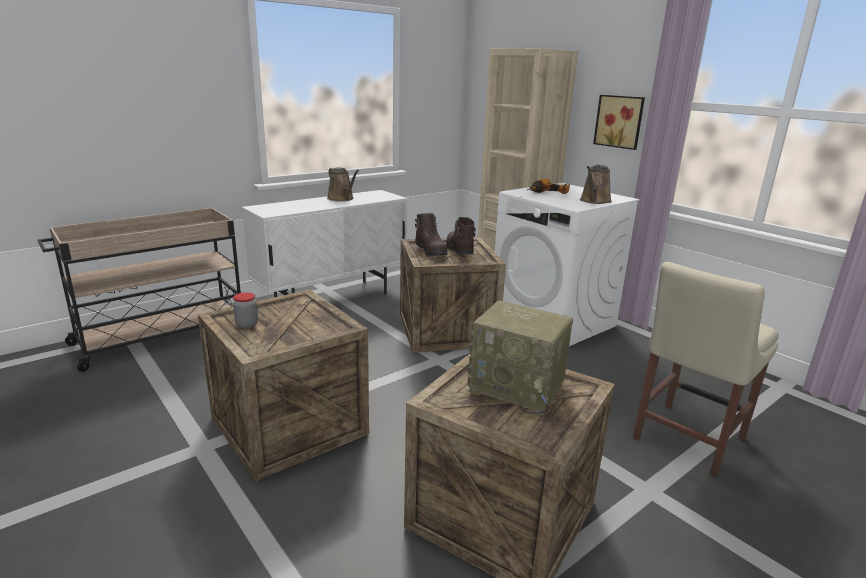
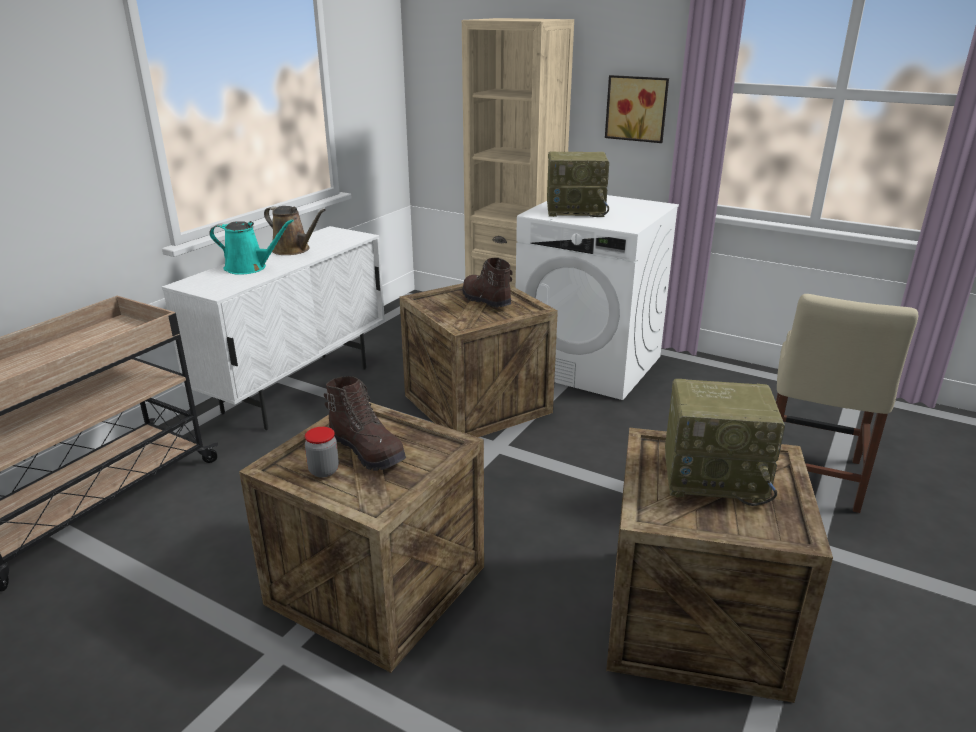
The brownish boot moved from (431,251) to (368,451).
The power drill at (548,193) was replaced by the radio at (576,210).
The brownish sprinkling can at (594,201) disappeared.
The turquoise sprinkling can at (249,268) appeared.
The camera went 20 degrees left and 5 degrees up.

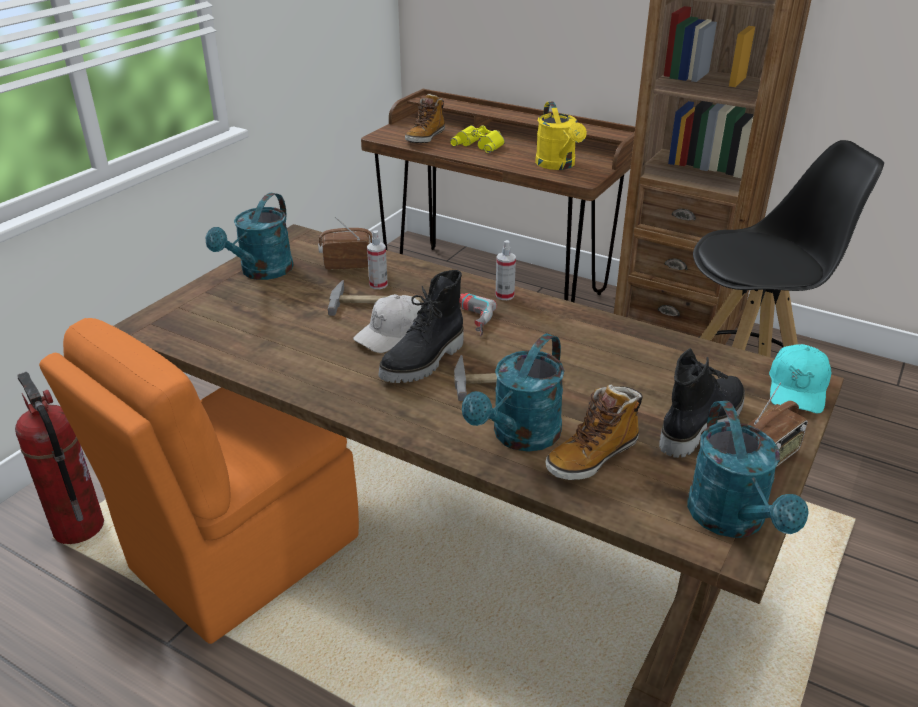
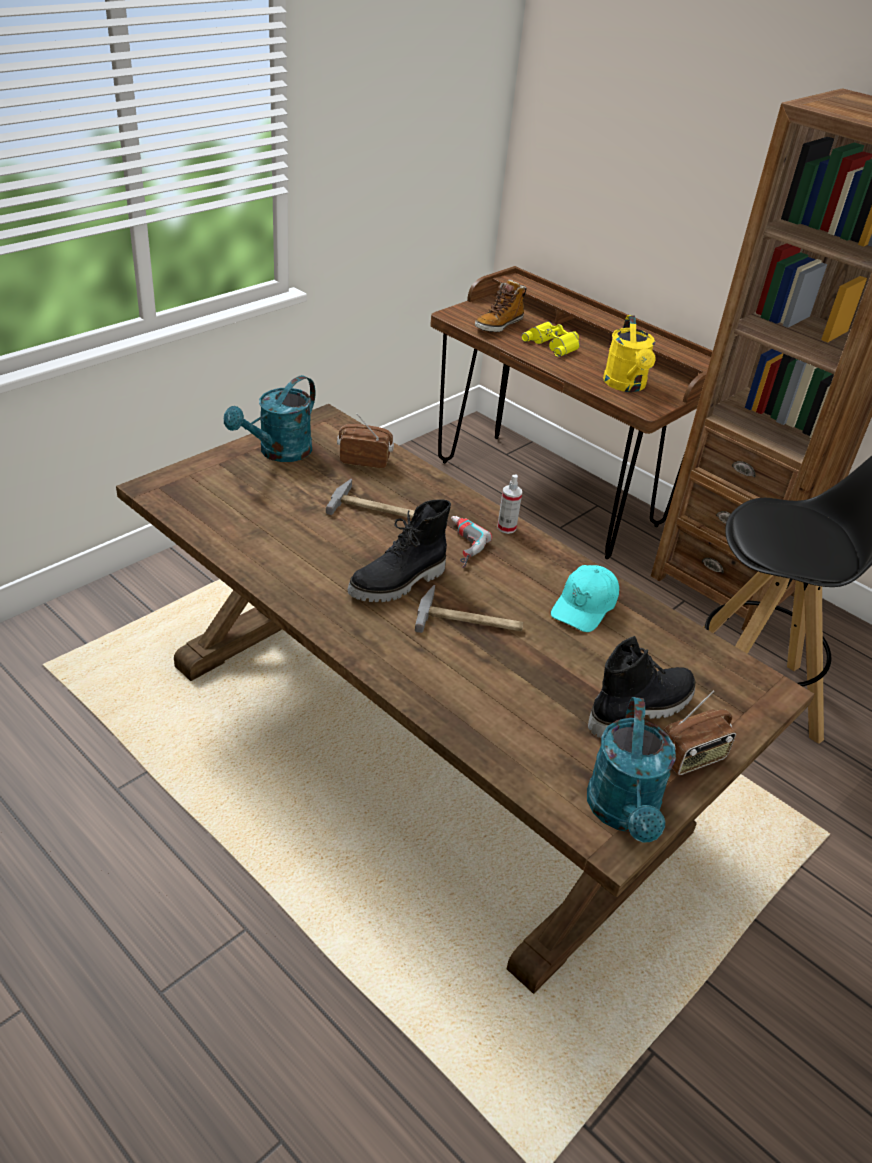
The extinguisher at (79,528) disappeared.
The orange chair at (240,555) disappeared.
The white peaked cap at (391,333) disappeared.
The spray bottle at (378,285) disappeared.
The turquoise sprinkling can at (520,437) disappeared.
The boot at (592,457) disappeared.
The turquoise peaked cap moved from (797,389) to (584,606).
The camera went 10 degrees right and 5 degrees up.

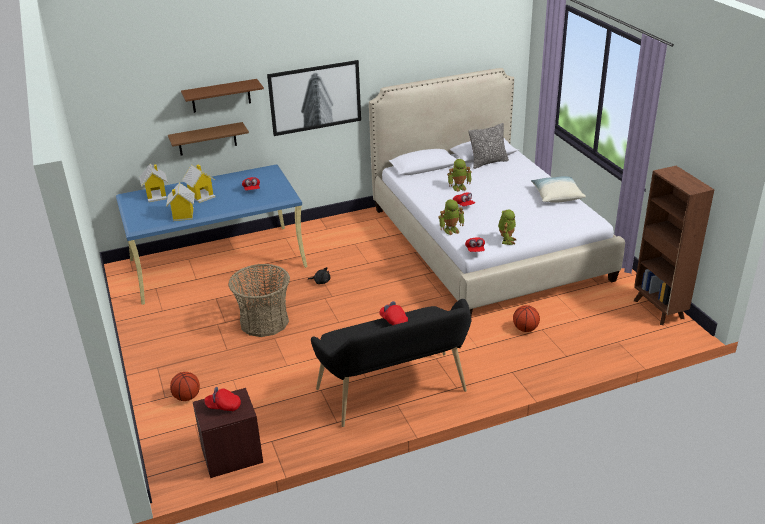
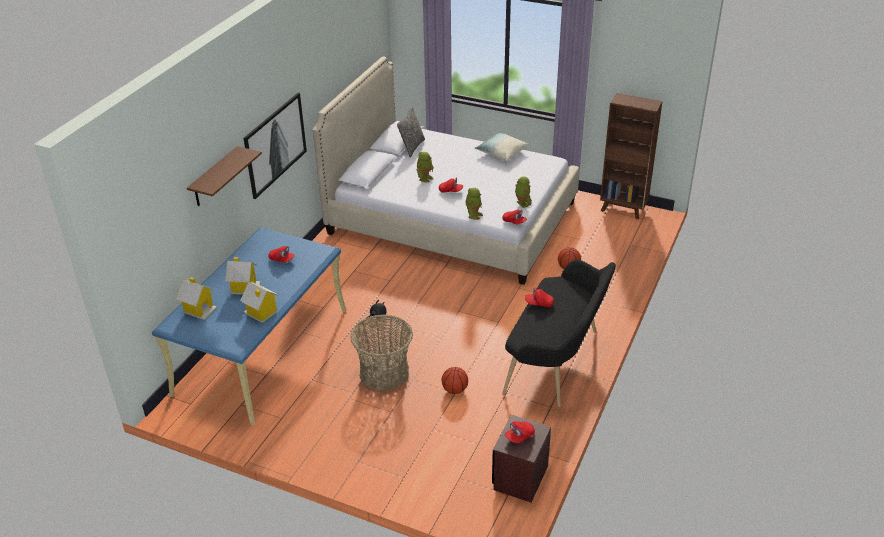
The brownish wall shelf at (207,139) disappeared.
The basketball moved from (187,397) to (455,390).
The camera went 45 degrees left and 5 degrees up.

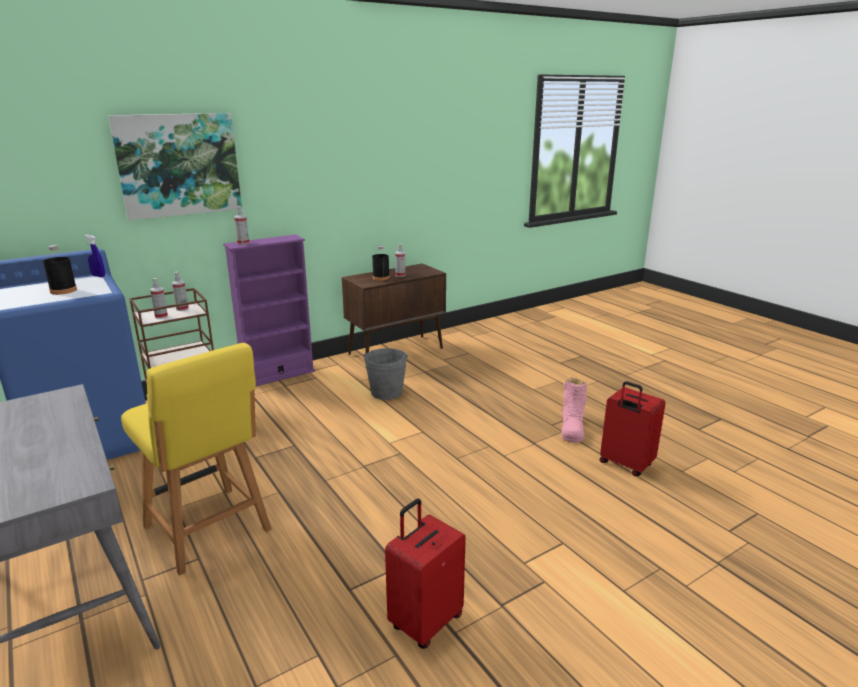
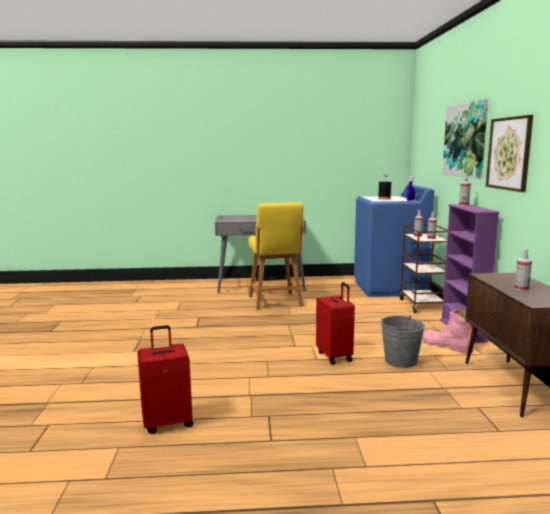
The yellowish chair at (209,530) turned 90 degrees counterclockwise.
The black-coloured bottle at (381,278) disappeared.
The reddish travel case moved from (425,621) to (335,356).
The pinkish boot moved from (572,428) to (447,346).
The wall picture at (509,153) appeared.
The camera went 120 degrees right and 10 degrees down.

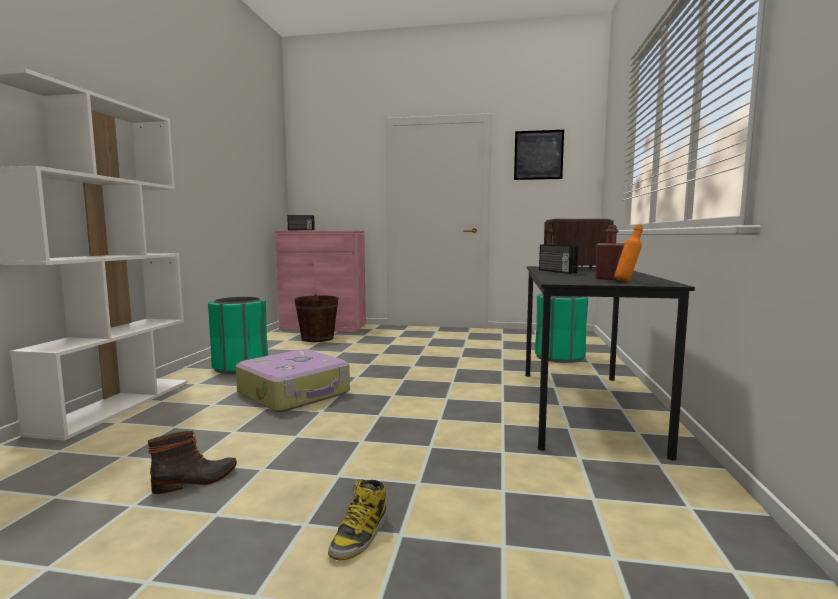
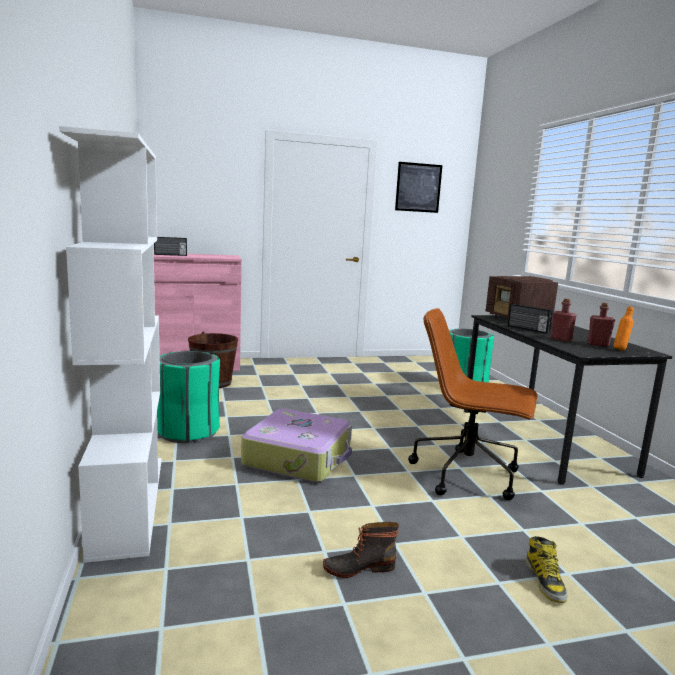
The boot at (196,480) turned 135 degrees counterclockwise.
The brownish desk chair at (467,475) appeared.
The reddish bottle at (560,339) appeared.
The camera went 25 degrees left and 5 degrees up.

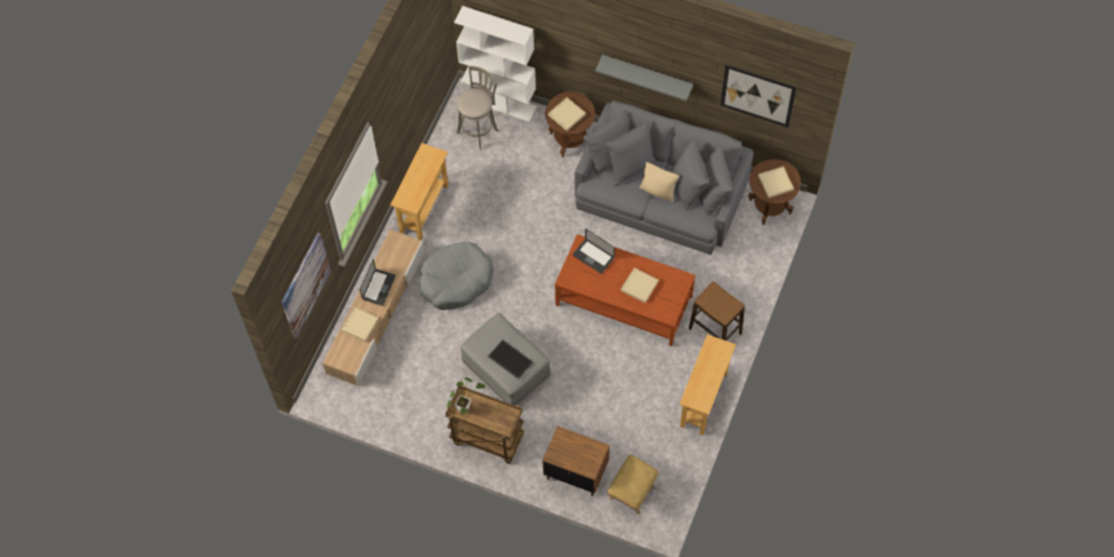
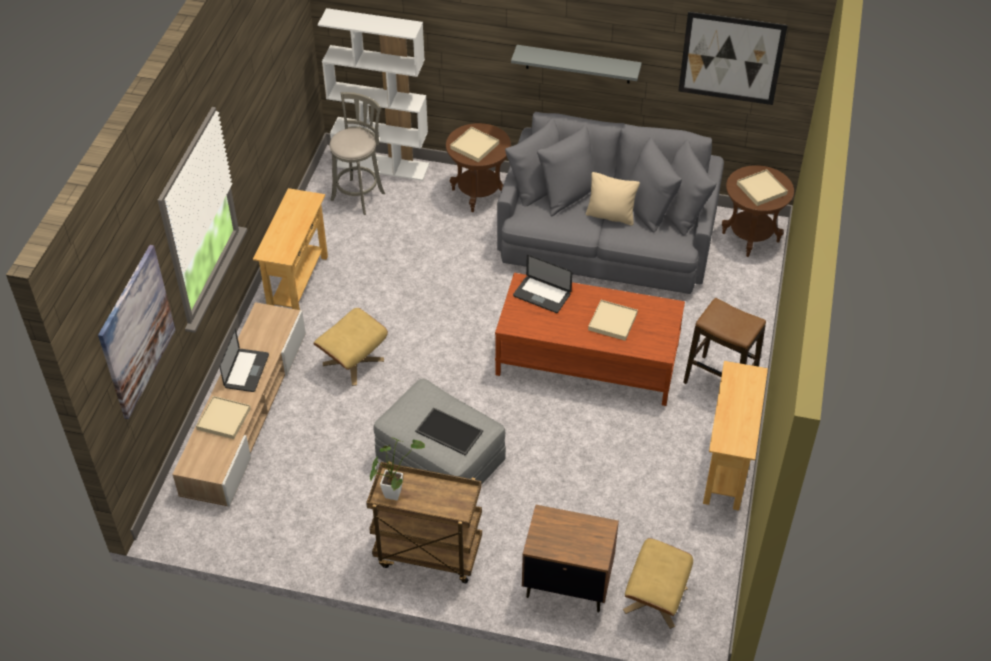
The greyish dog bed at (456,280) was replaced by the beige-coloured ottoman at (353,361).
The camera went 10 degrees left and 15 degrees down.

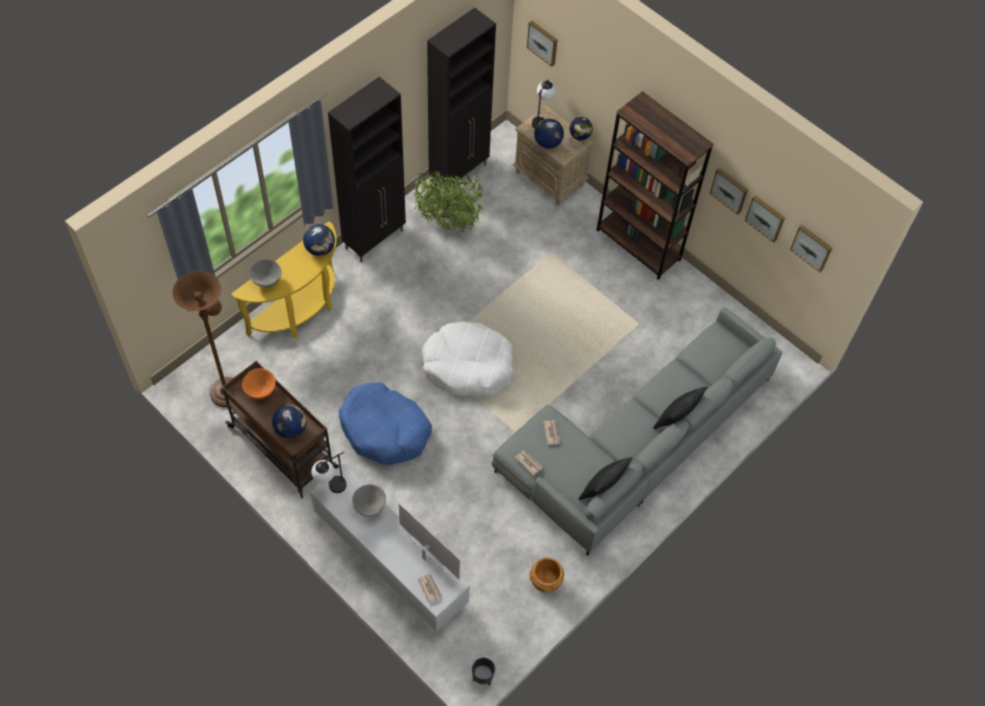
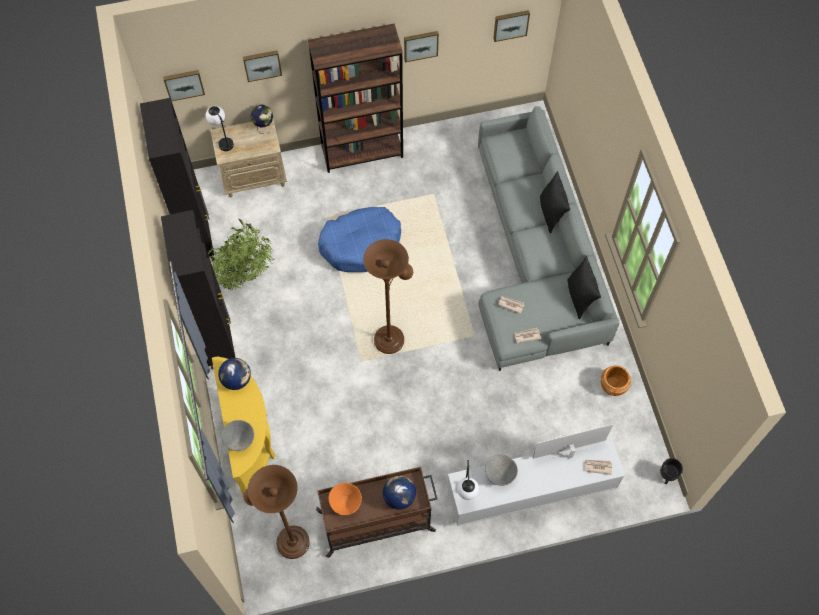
The bluish dog bed moved from (384,430) to (361,244).
The white dog bed at (468,366) was replaced by the brownish floor lamp at (391,336).
The globe at (547,143) disappeared.
The wall picture moved from (766,217) to (262,64).
The camera went 55 degrees left and 5 degrees up.

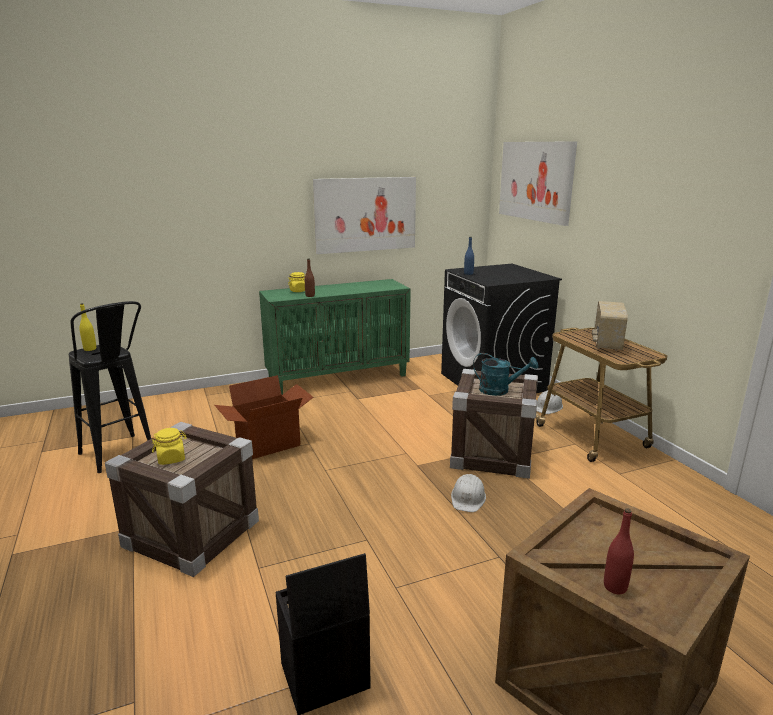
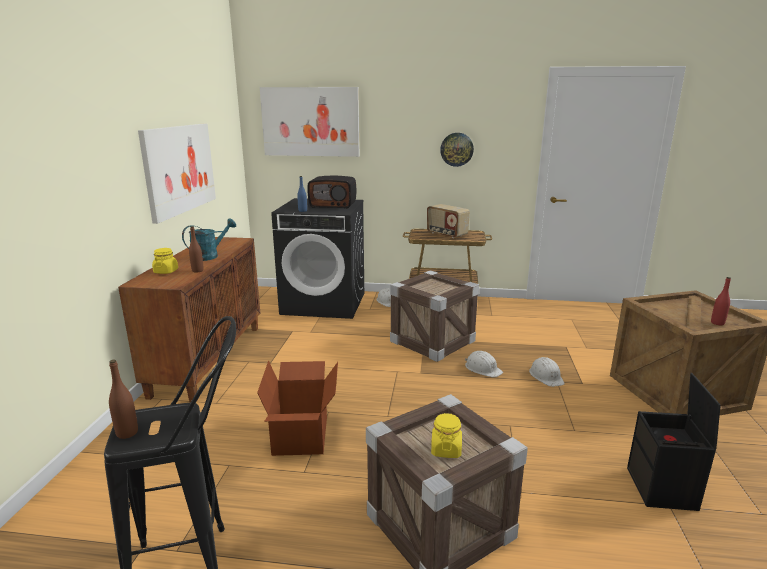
The yellowish bottle at (90,349) became the brownish bottle at (127,433).
The green cabinet at (338,378) became the brownish cabinet at (208,359).
The turquoise sprinkling can moved from (500,390) to (209,256).
The radio at (333,205) appeared.
The clock on the wall at (456,149) appeared.
The white hard hat at (546,376) appeared.
The camera went 60 degrees left and 0 degrees up.

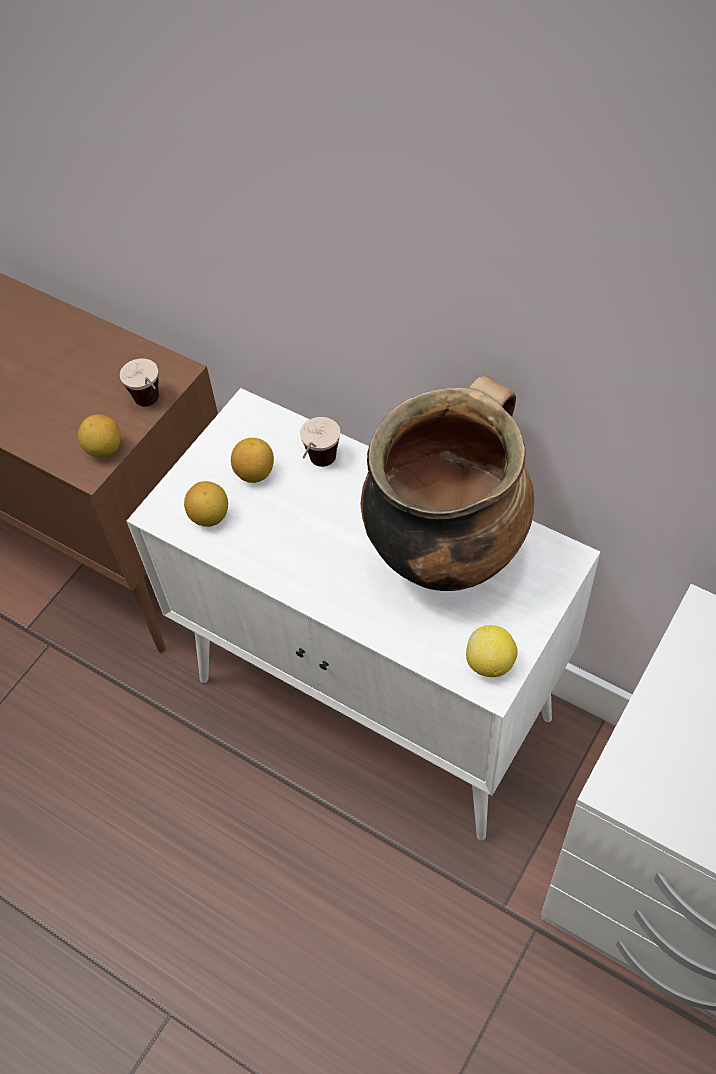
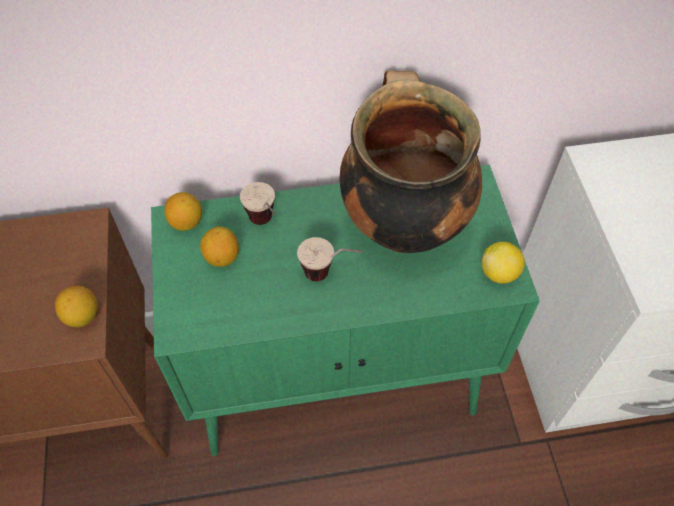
The cup moved from (153,407) to (330,275).
The white cabinet at (376,700) became the green cabinet at (339,380).
The citrus fruit moved from (210,516) to (186,222).
The camera went 45 degrees left and 0 degrees up.

